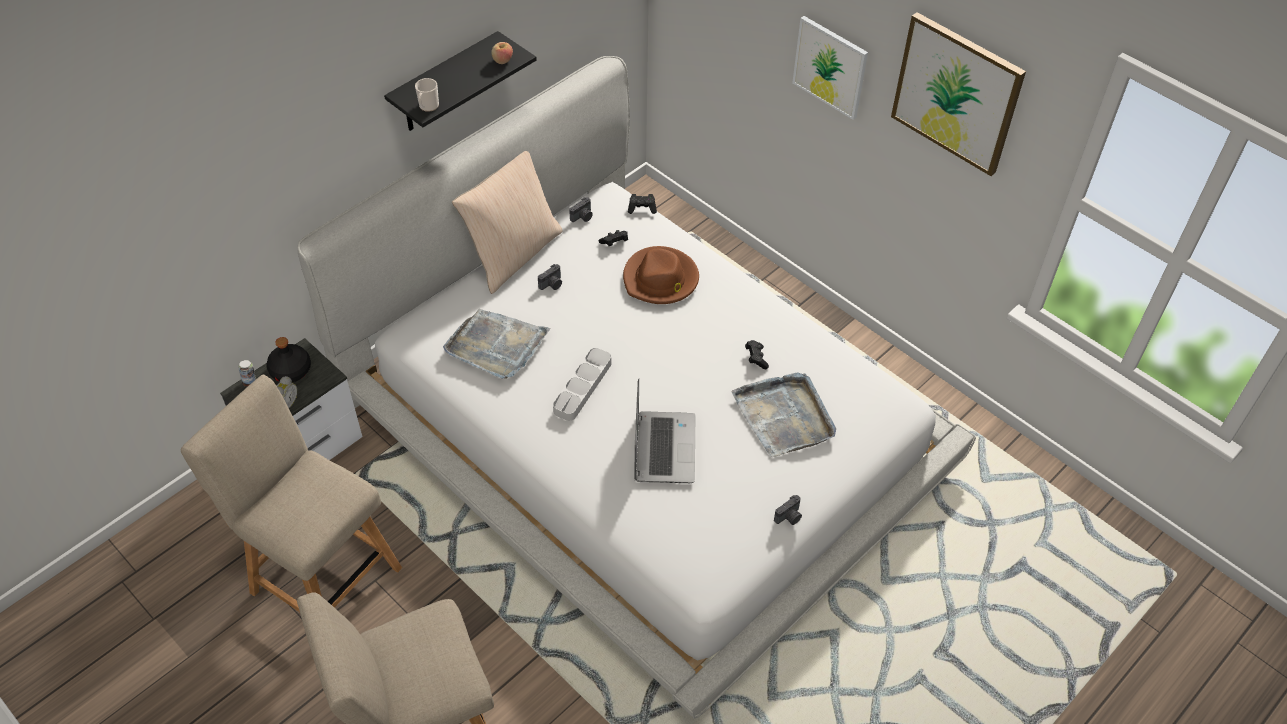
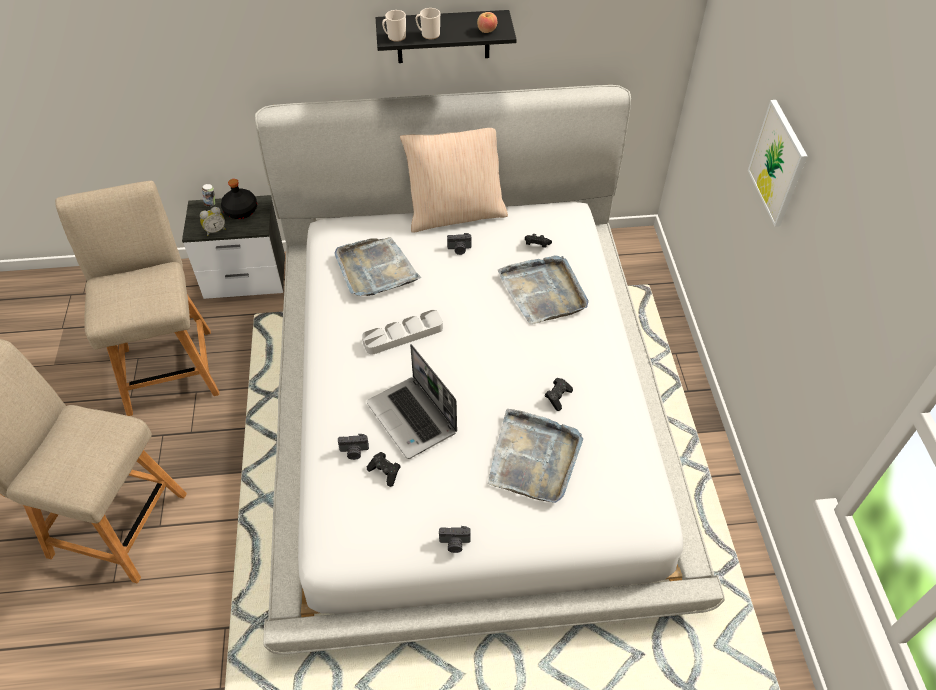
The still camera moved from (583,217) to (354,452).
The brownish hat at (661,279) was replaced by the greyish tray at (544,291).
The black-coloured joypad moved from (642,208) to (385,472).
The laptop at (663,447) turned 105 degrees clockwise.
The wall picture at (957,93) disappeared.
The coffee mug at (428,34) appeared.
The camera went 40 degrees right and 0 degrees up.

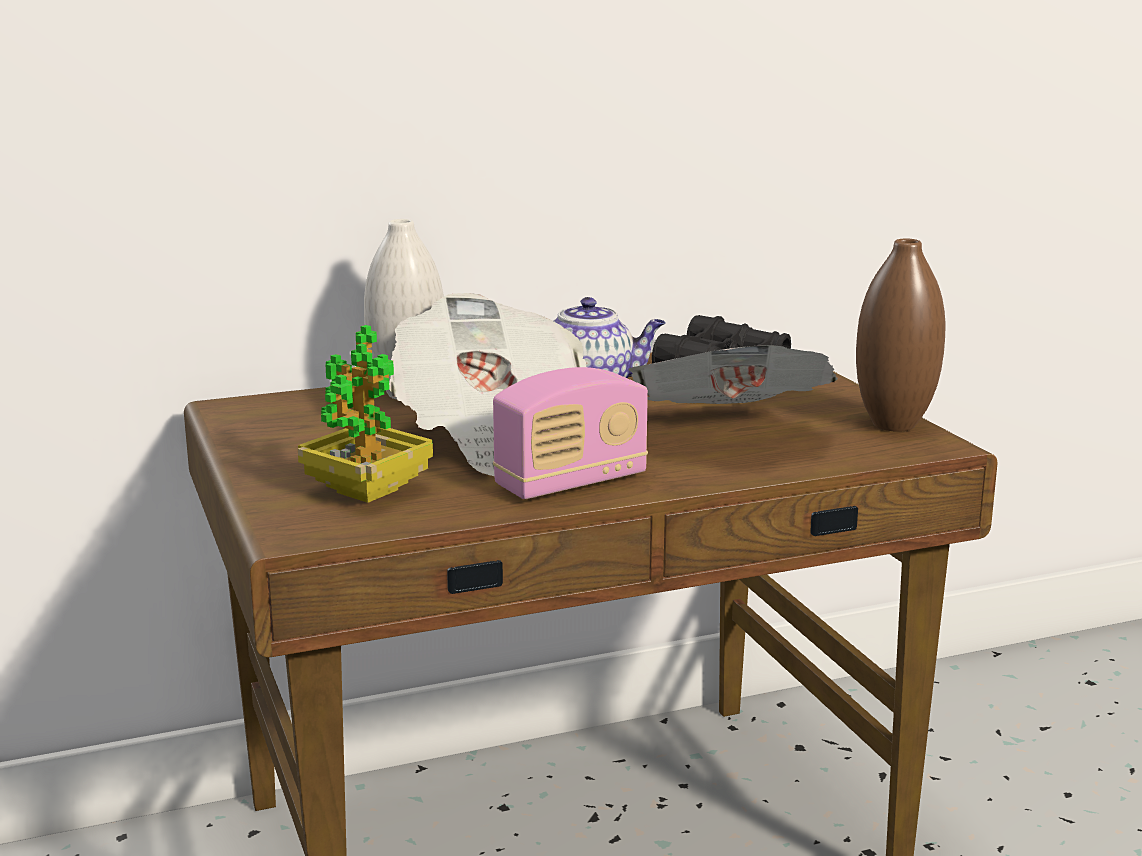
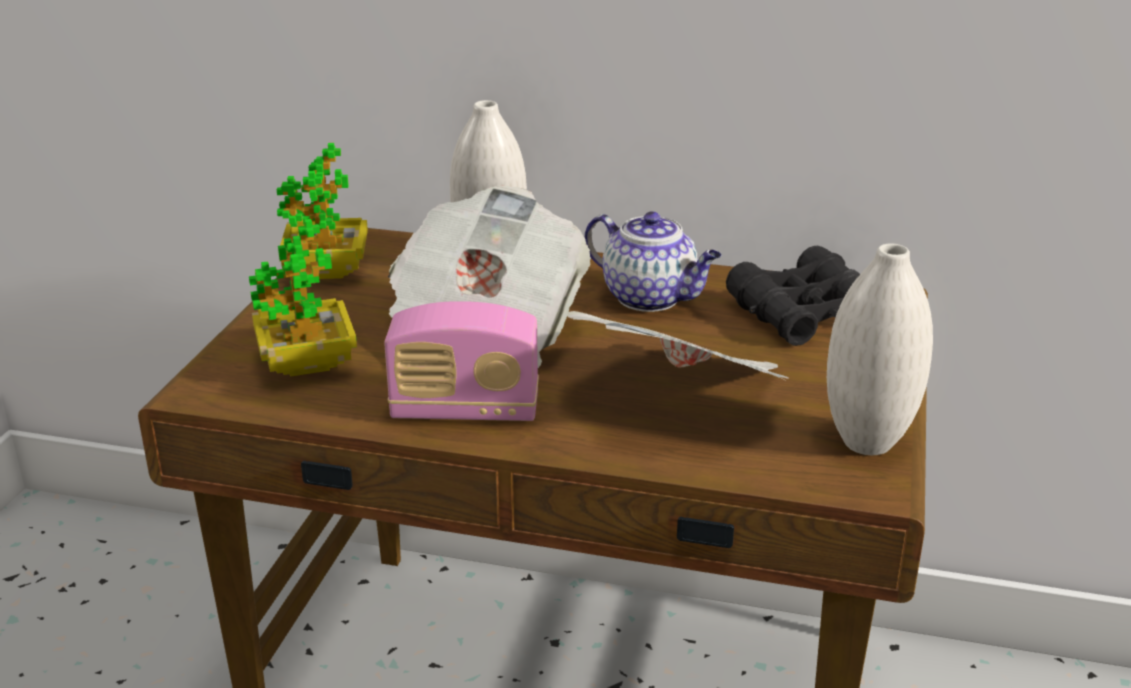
The brownish decorative vase at (894,425) became the white decorative vase at (867,443).
The houseplant at (327,271) appeared.
The camera went 35 degrees right and 10 degrees up.

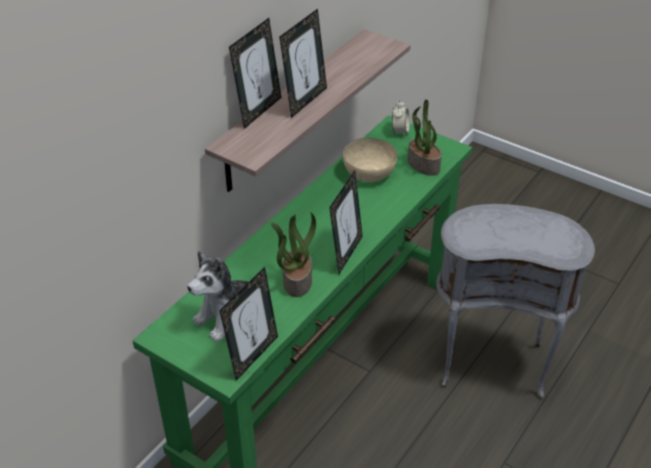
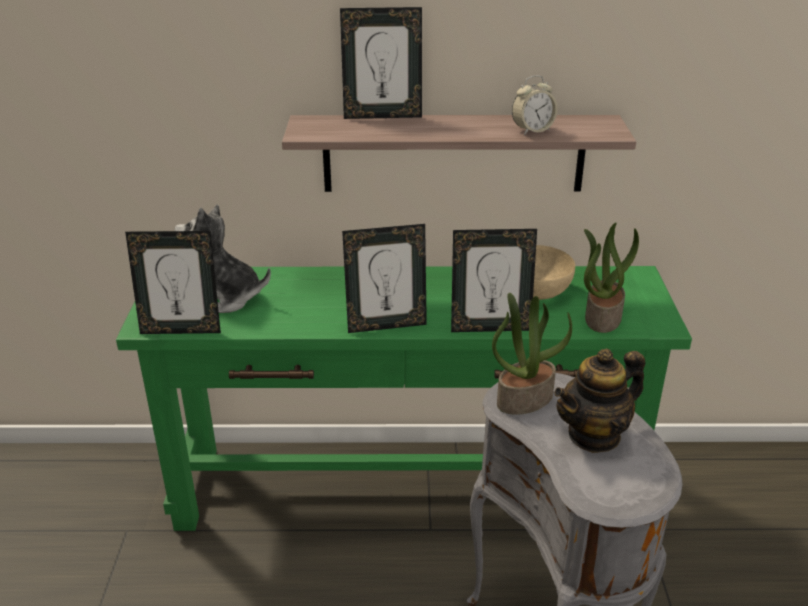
The houseplant moved from (296,280) to (525,398).
The photo frame moved from (305,101) to (490,327).
The alarm clock moved from (400,131) to (532,130).
The pot for tea at (594,435) appeared.
The camera went 55 degrees right and 10 degrees down.

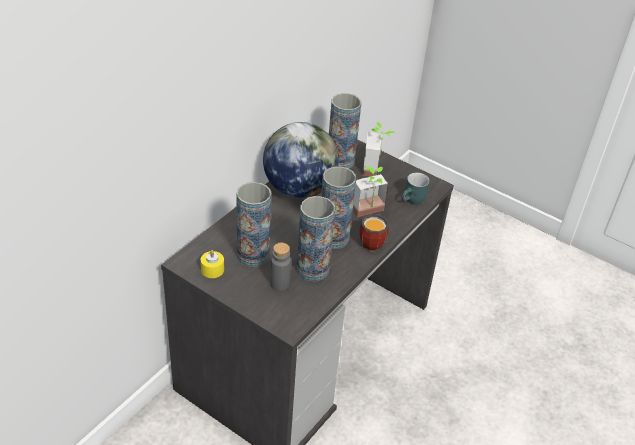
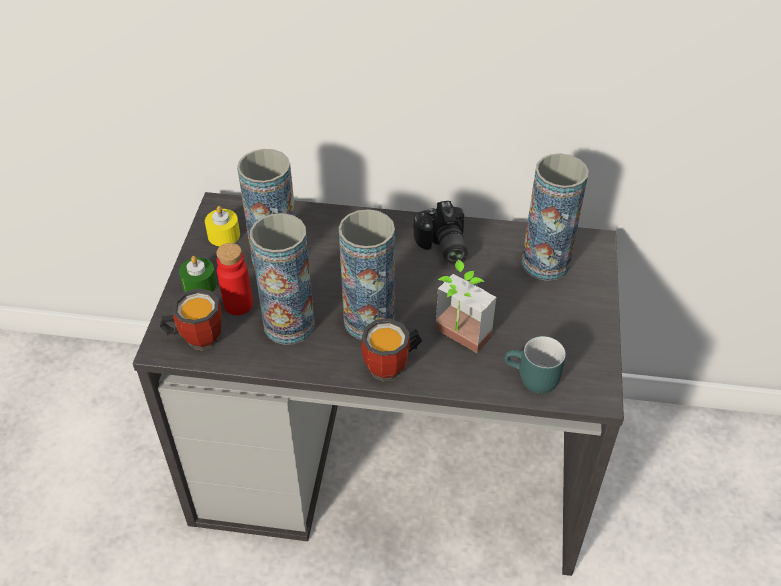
The globe at (299,189) was replaced by the still camera at (442,247).
The greyish bottle at (279,284) became the reddish bottle at (238,304).
The houseplant at (376,168) disappeared.
The coffee mug at (197,337) appeared.
The green candle at (199,285) appeared.
The camera went 65 degrees right and 5 degrees up.

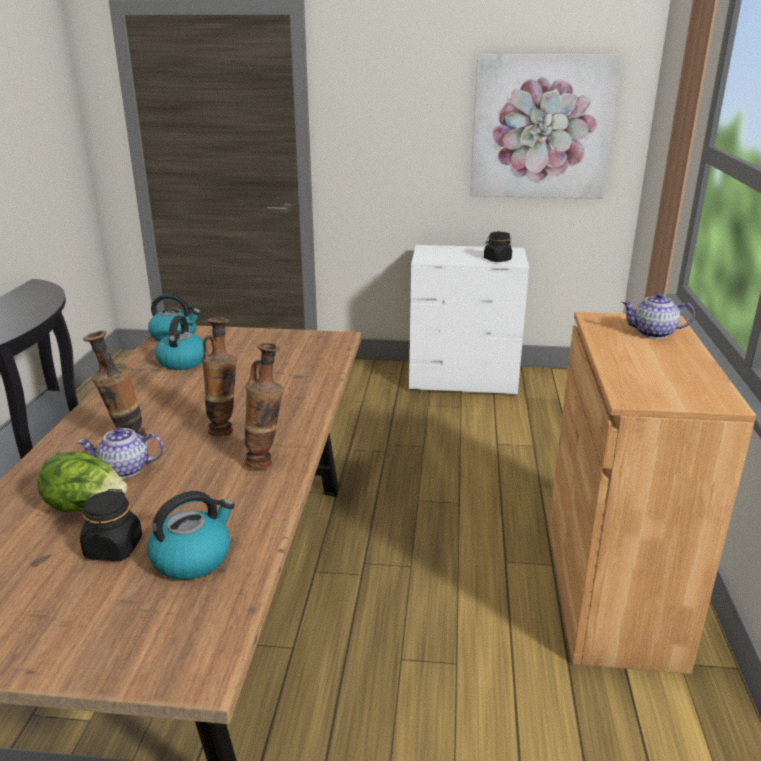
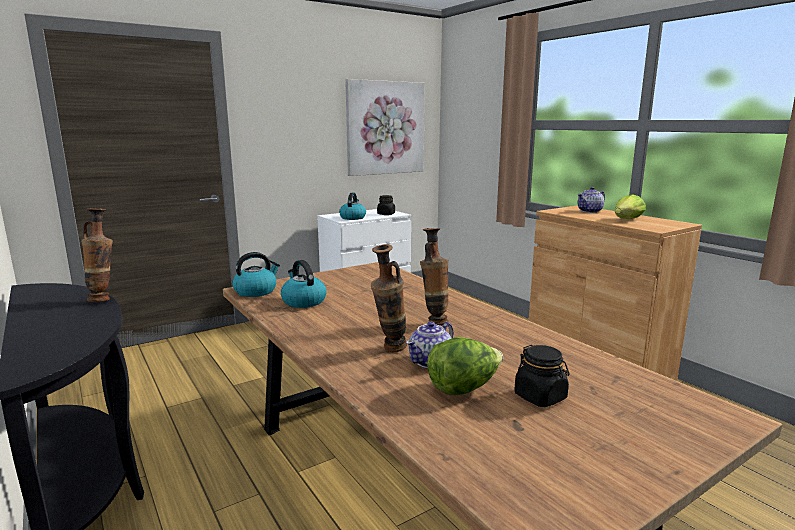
The water kettle moved from (192,558) to (352,218).
The decorative vase moved from (266,462) to (104,299).
The head of lettuce at (627,220) appeared.
The camera went 40 degrees left and 10 degrees down.

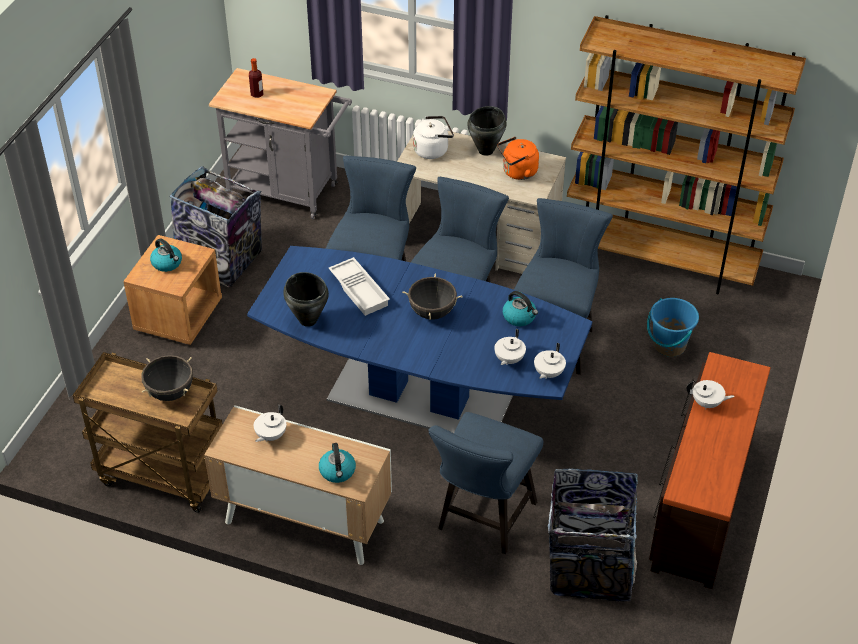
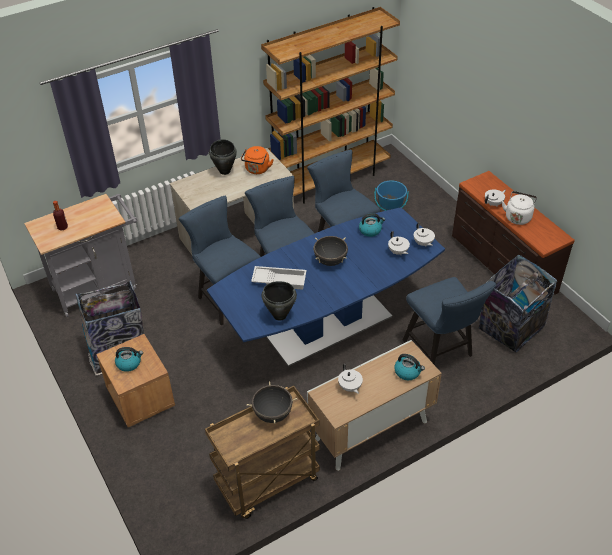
The white water kettle moved from (433,150) to (518,217).
The camera went 50 degrees left and 0 degrees up.

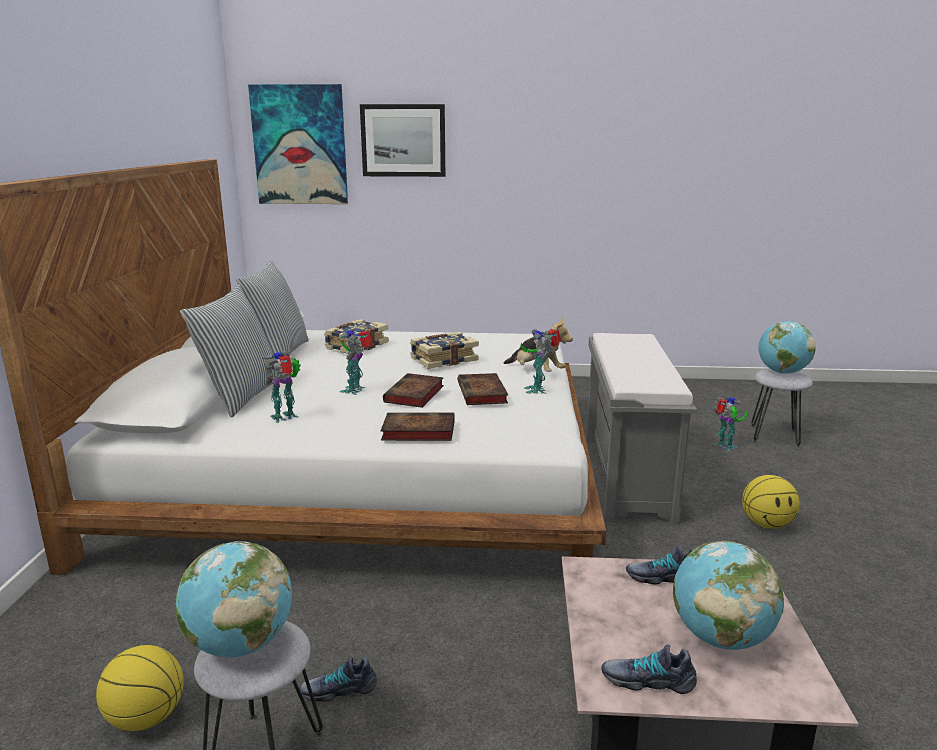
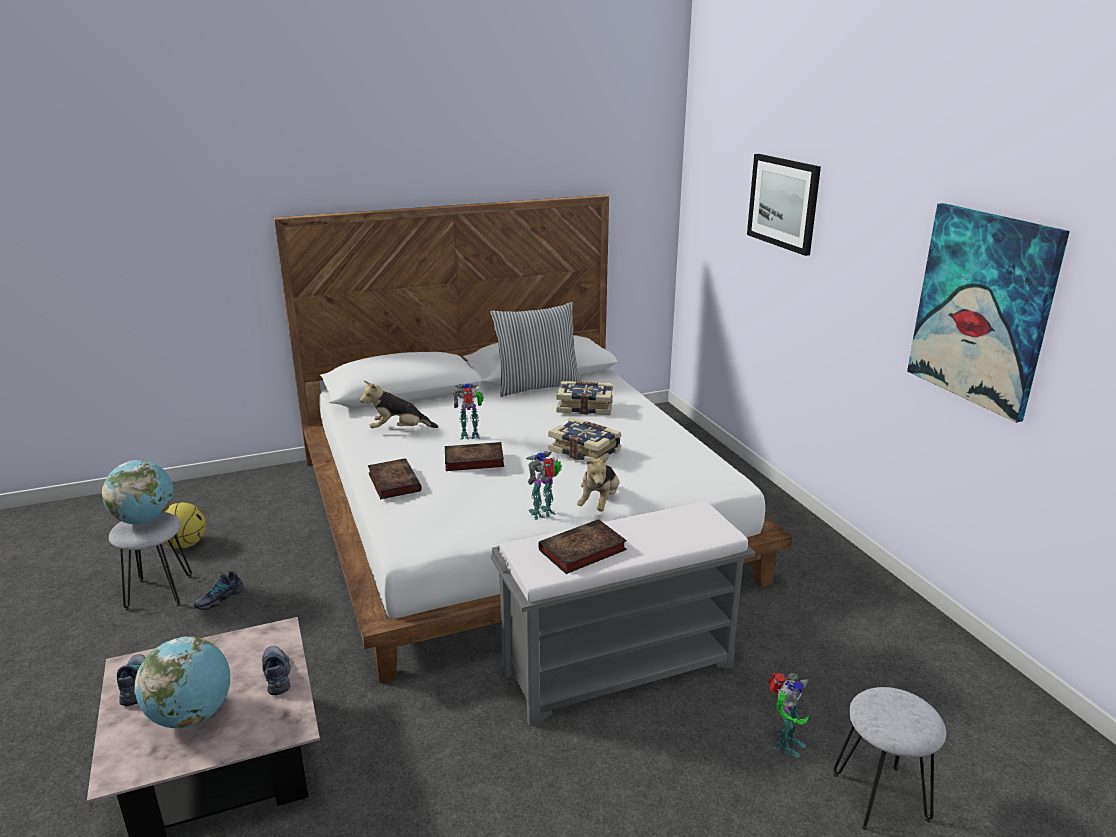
The cushion at (241,396) disappeared.
The wall picture moved from (300,145) to (982,309).
The robot figure at (286,417) was replaced by the soft toy at (399,430).
The item of footwear at (338,689) turned 105 degrees counterclockwise.
The bound book moved from (483,394) to (581,551).
The basketball at (767,524) disappeared.
The globe at (782,372) disappeared.
The camera went 65 degrees right and 5 degrees up.

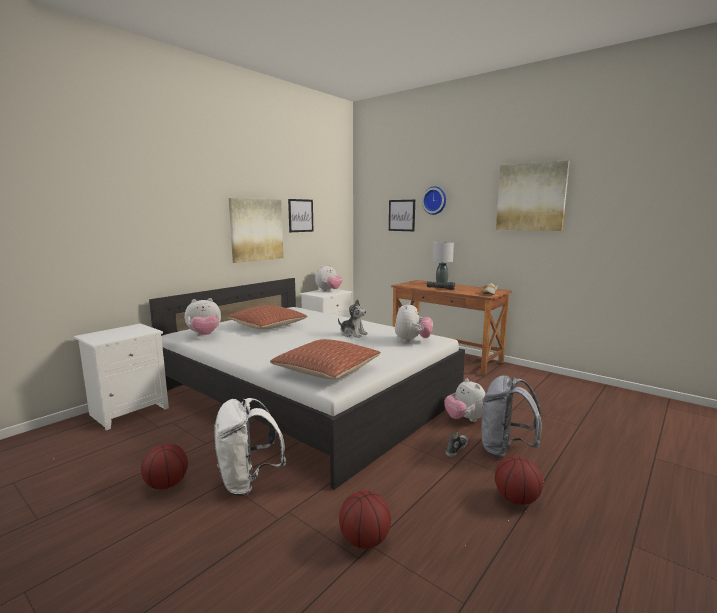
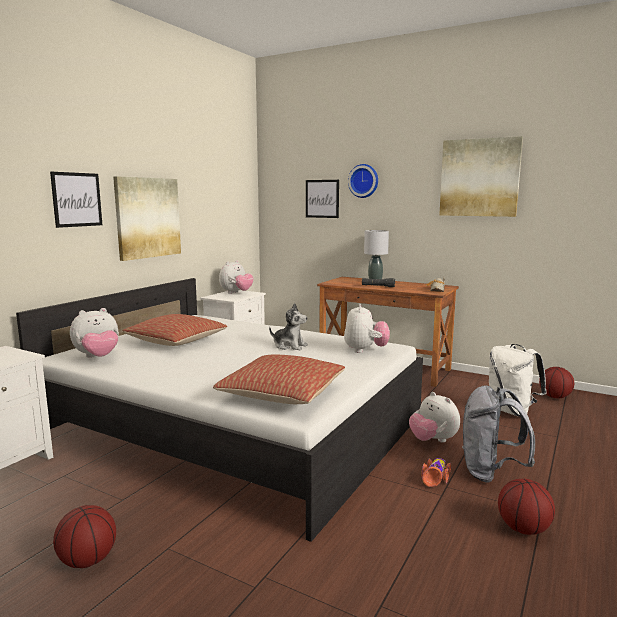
The white knapsack moved from (248,482) to (511,411).
The wall picture moved from (300,215) to (77,199).
The basketball moved from (364,540) to (554,397).
The item of footwear at (456,448) was replaced by the miniature car at (435,476).
The camera went 10 degrees left and 0 degrees up.

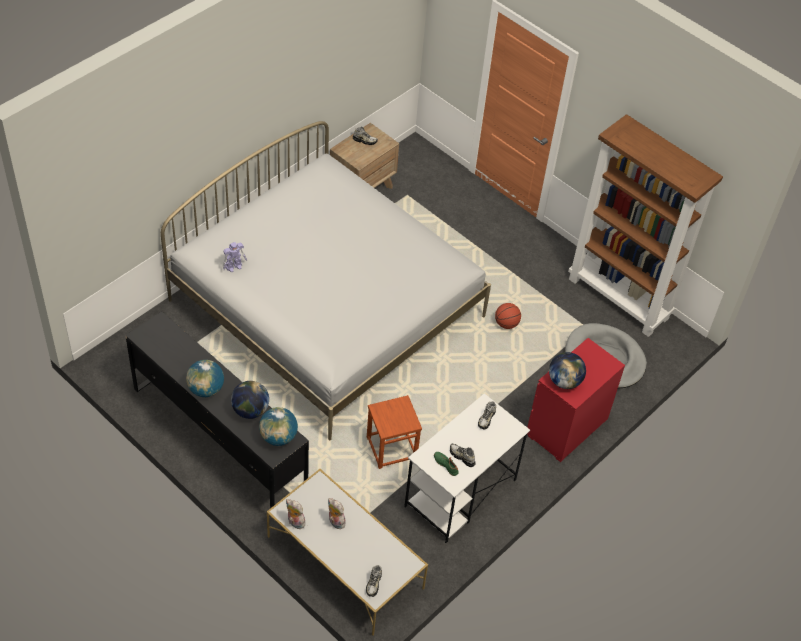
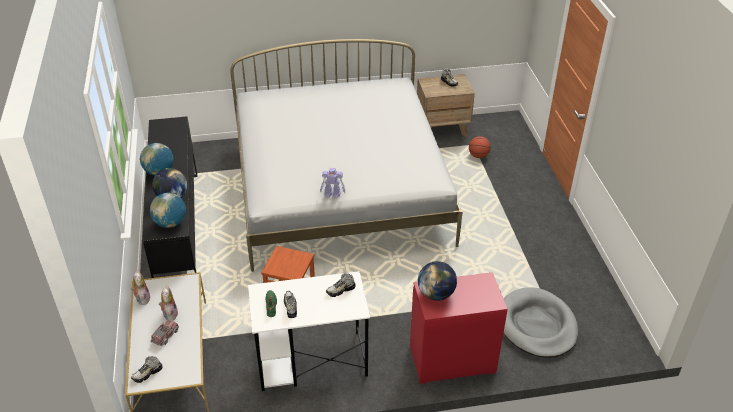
The robot figure moved from (234,266) to (333,194).
The basketball moved from (506,324) to (478,156).
The brownish bookcase at (619,298) disappeared.
The toy truck at (165,336) appeared.
The camera went 40 degrees right and 10 degrees down.

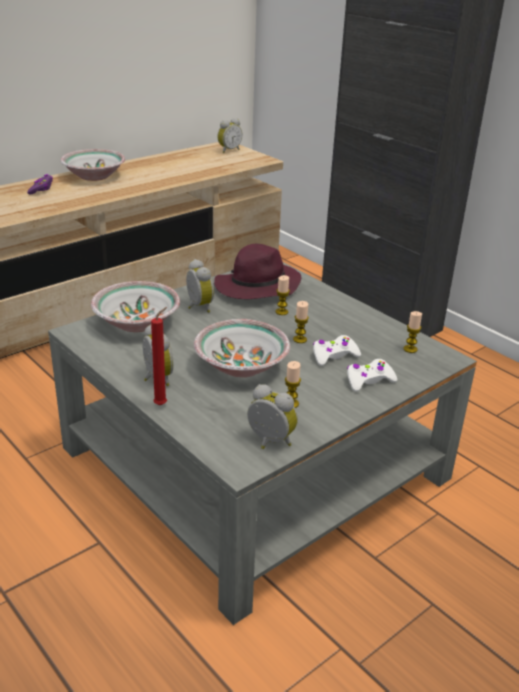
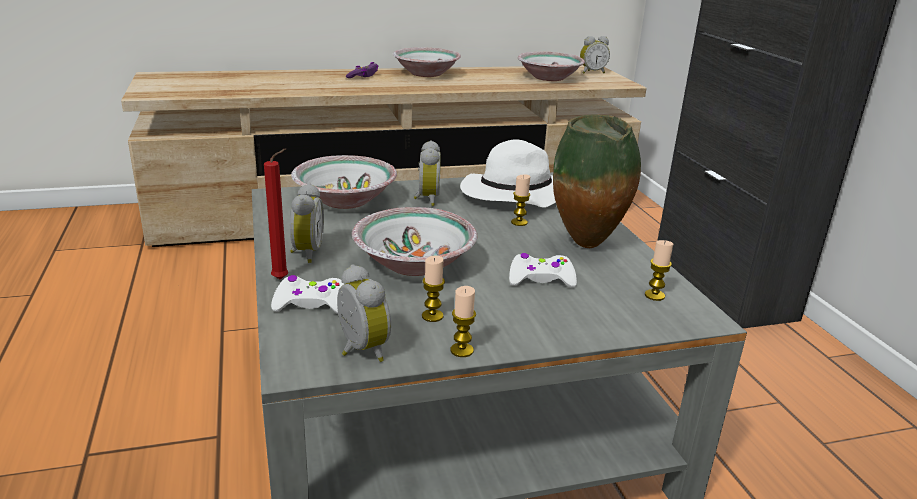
The purple-coloured hat at (257,287) became the white hat at (513,195).
The candle moved from (300,339) to (462,350).
The white joypad moved from (369,380) to (311,304).
The serving bowl at (549,77) appeared.
The decorative vase at (587,246) appeared.
The camera went 25 degrees right and 5 degrees down.

